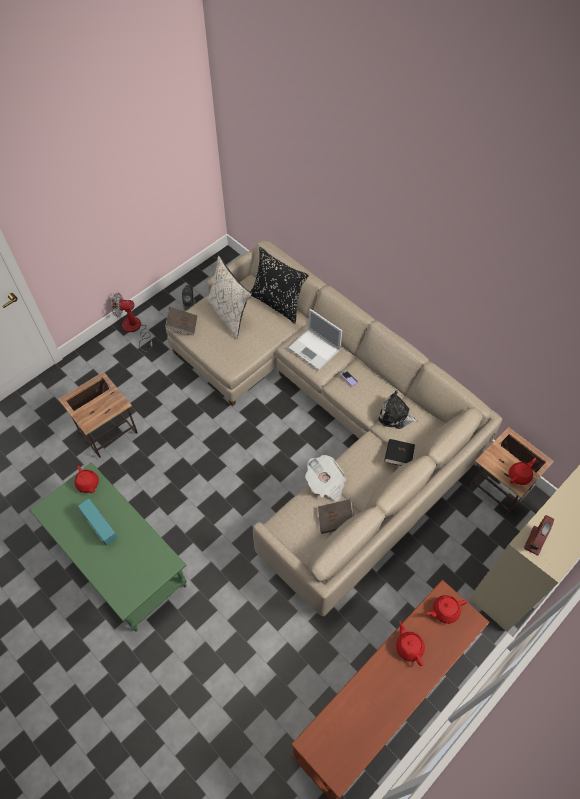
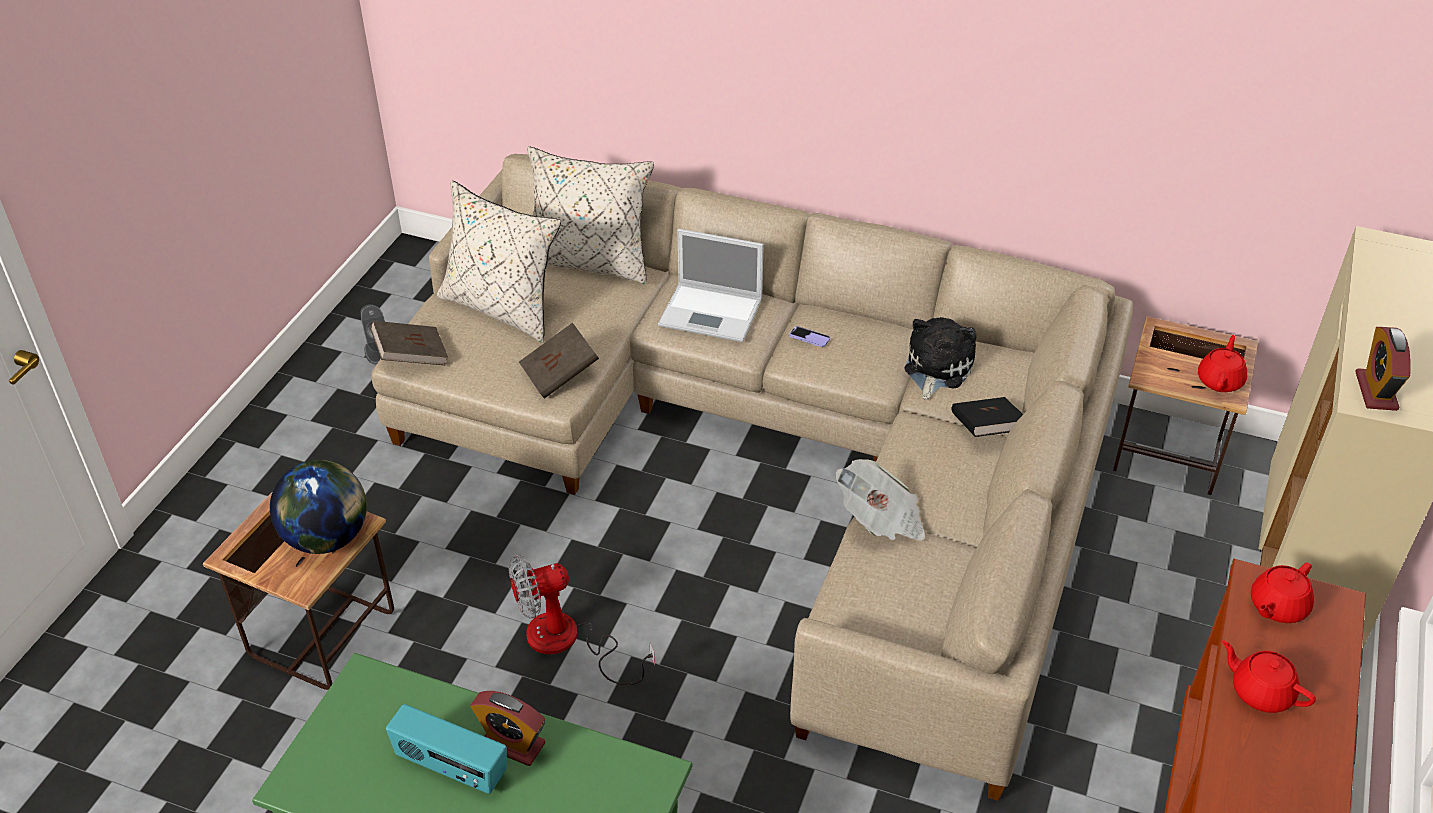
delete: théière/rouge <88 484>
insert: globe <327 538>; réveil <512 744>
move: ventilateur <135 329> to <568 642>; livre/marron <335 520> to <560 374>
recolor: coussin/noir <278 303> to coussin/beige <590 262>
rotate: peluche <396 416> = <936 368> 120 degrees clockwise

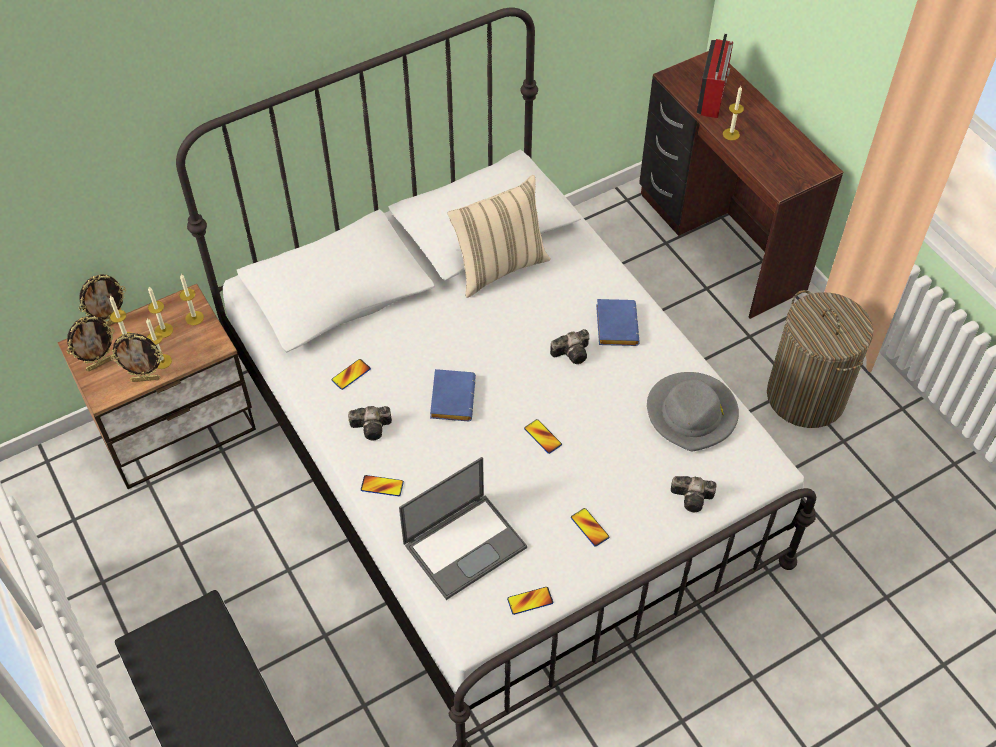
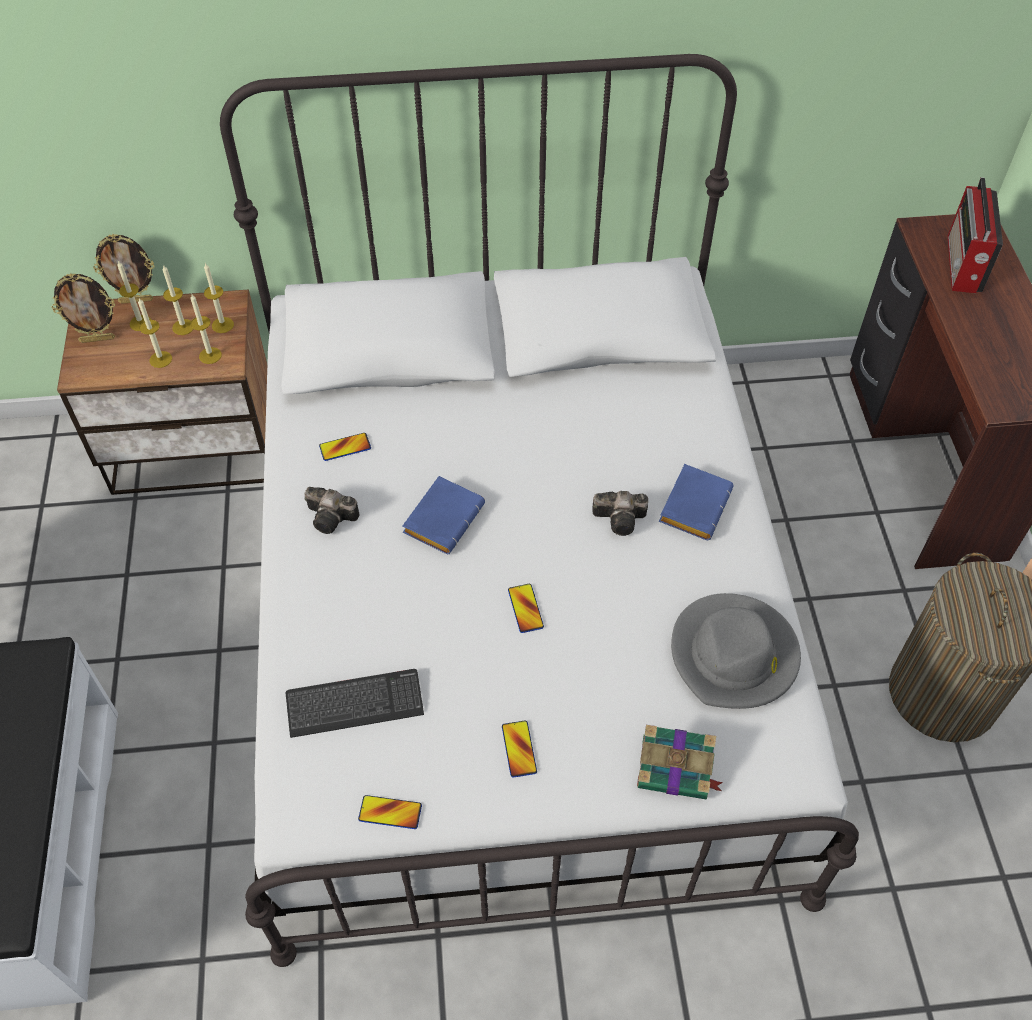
delete: cadre photo <146 379>; téléphone <382 486>; coussin/beige <499 266>
move: bougie <731 134> to <210 355>
replace: ordinateur portable <465 544> to clavier <355 704>; appareil photo <694 498> to livre <676 768>
rotate: radio <712 95> = <963 265> 150 degrees clockwise

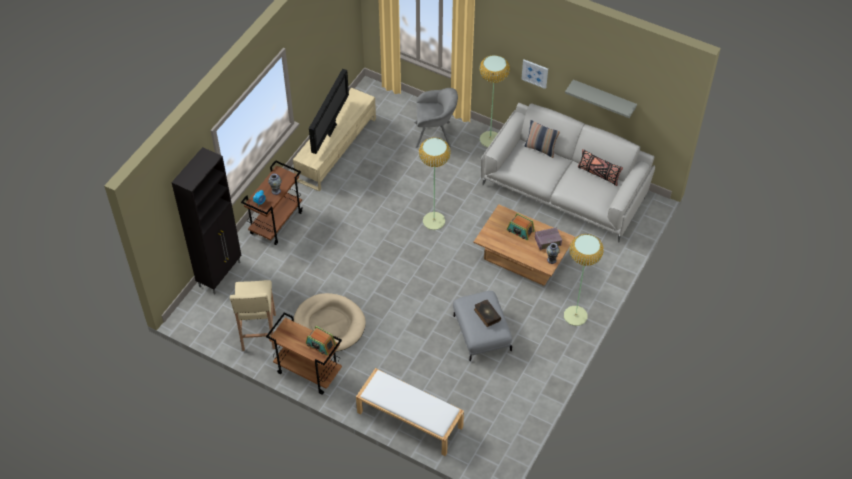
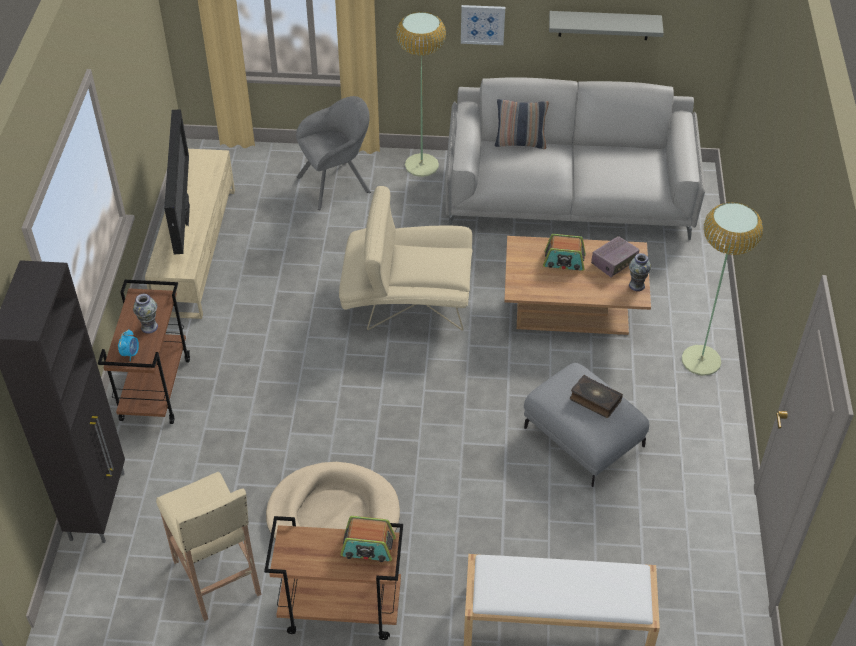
delete: coussin/noir <598 174>
replace: lampadaire <434 221> to fauteuil/beige <407 301>

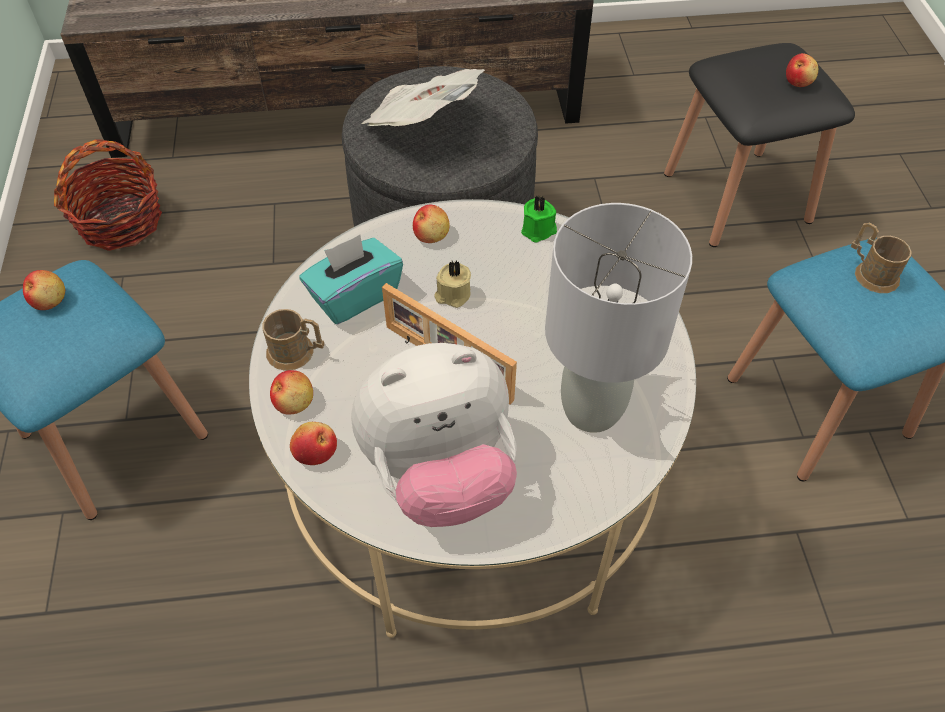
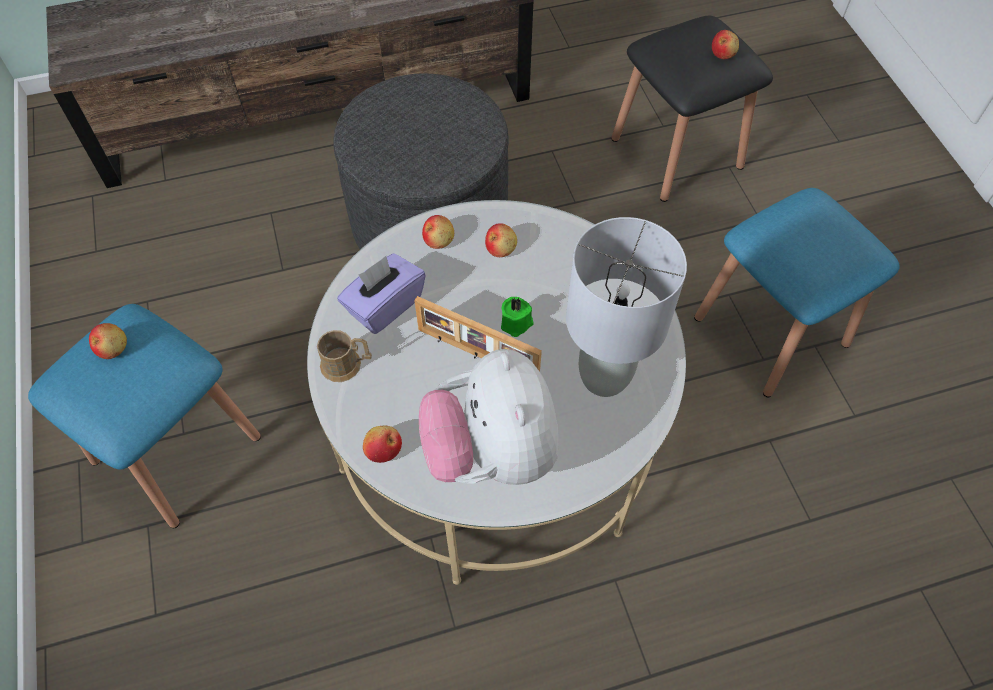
delete: panier <120 222>; journal <422 123>; bougie/beige <452 294>; mug/marron <871 273>
move: pomme <294 402> to <501 248>; bougie/vert <539 230> to <517 324>
recolor: boîte à mouchoirs/turquoise <354 296> to boîte à mouchoirs/violet <384 305>
rotate: peluche <440 473> = <491 451> 105 degrees clockwise

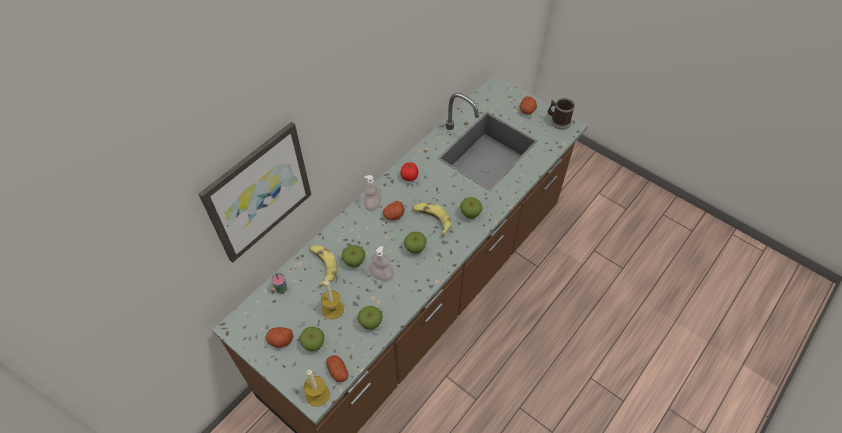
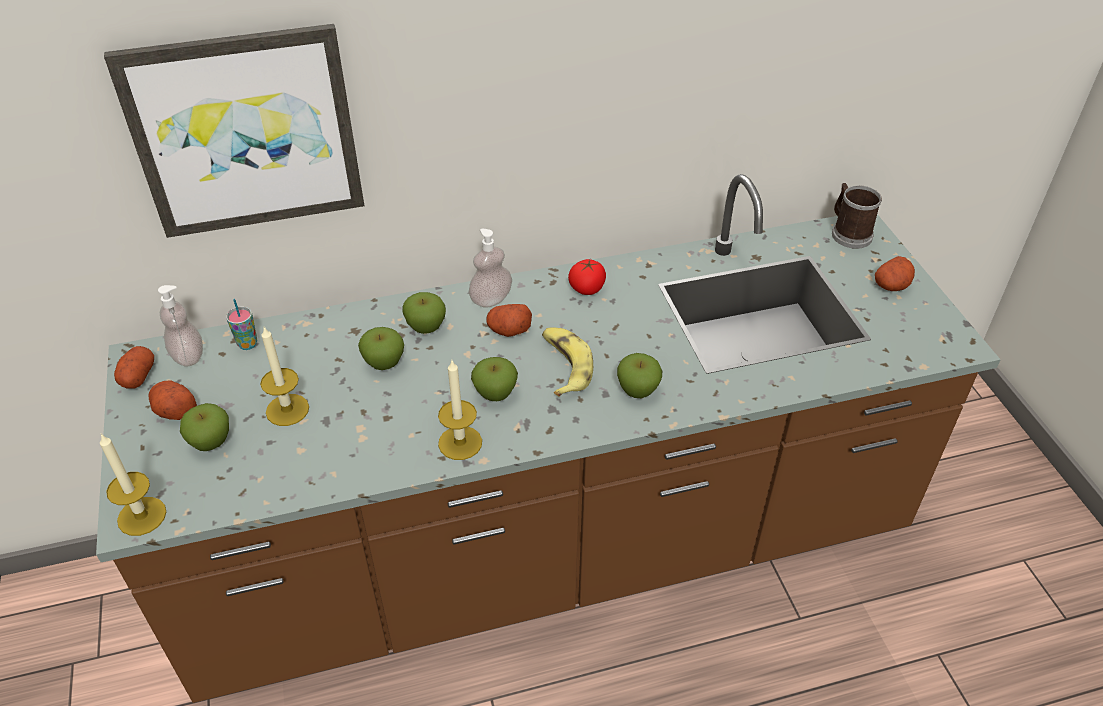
delete: banane <322 266>
insert: bougie <460 443>
move: pomme de terre <337 371> to <138 376>; pomme <371 323> to <426 327>; distributeur de savon <381 275> to <188 356>; mug <558 121> to <848 233>

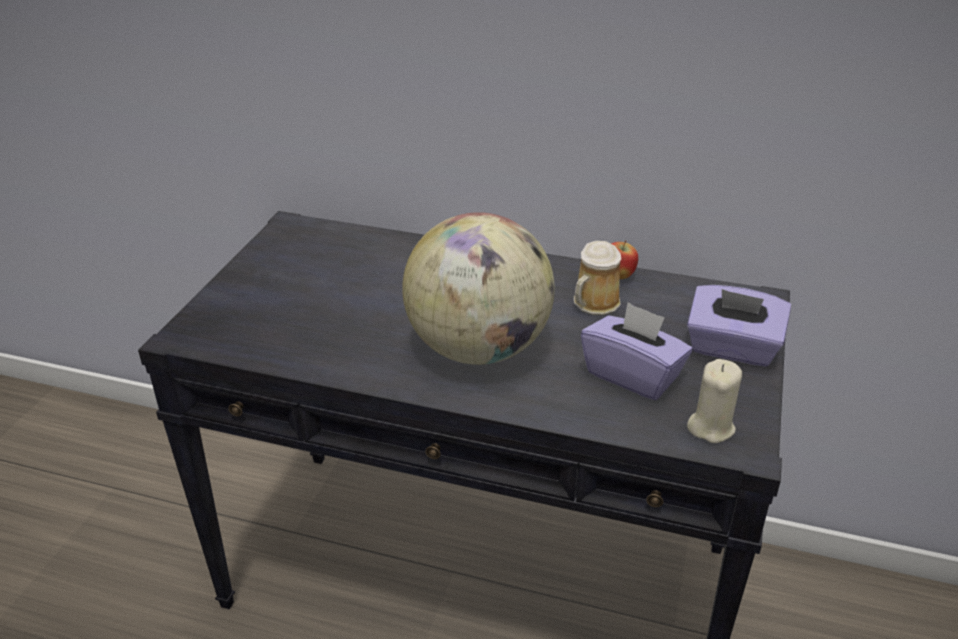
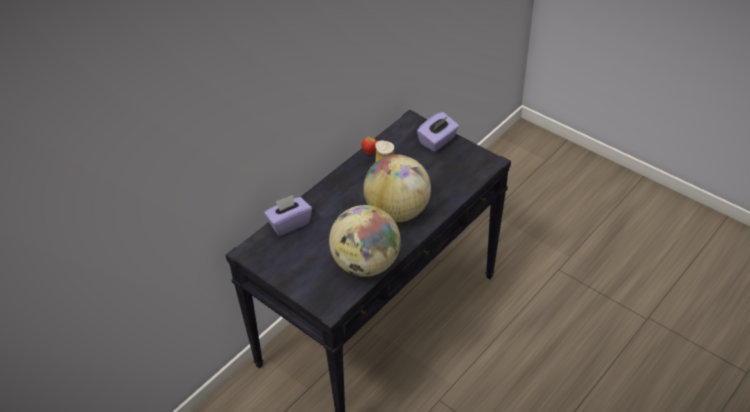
delete: bougie/beige <710 427>
insert: globe <365 264>
move: boîte à mouchoirs/violet <633 375> to <289 223>

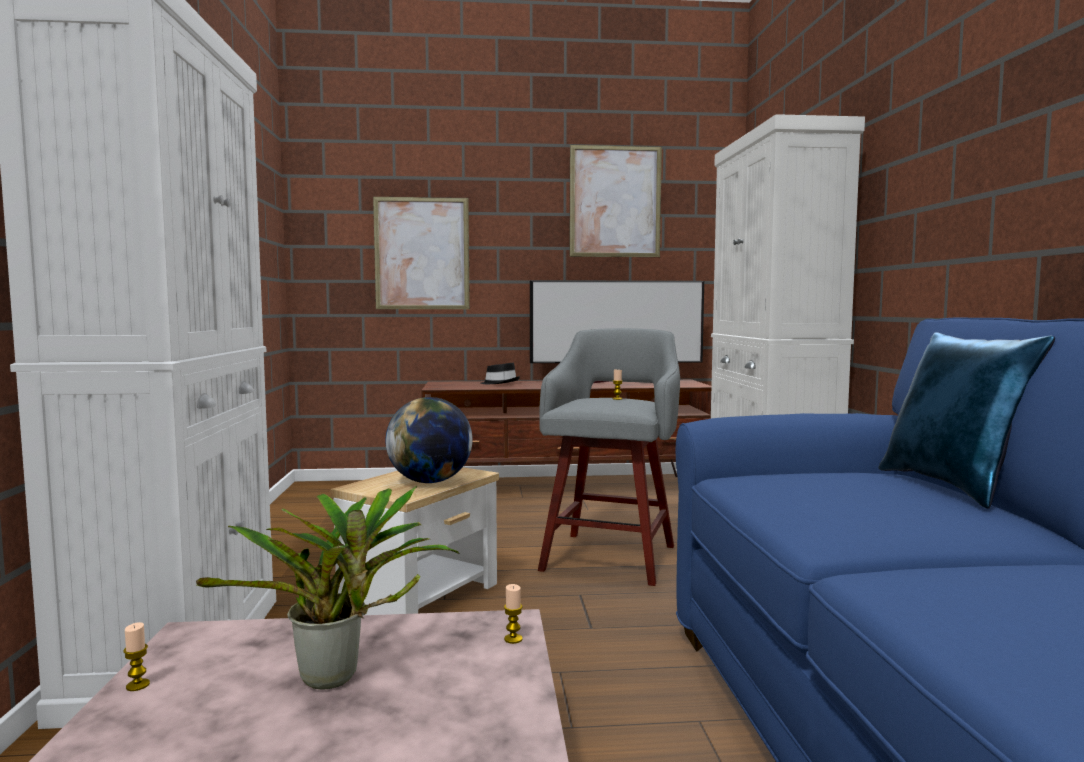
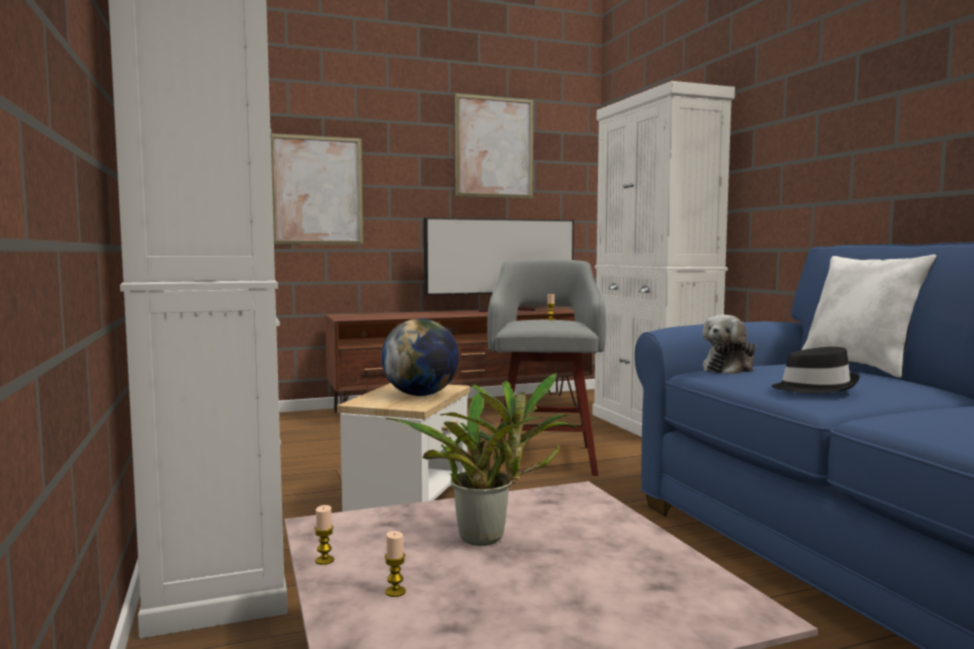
insert: peluche <730 369>
move: chapeau/noir <500 383> to <814 387>; bougie <513 639> to <395 592>
recolor: coussin/bleu <954 487> to coussin/blanc <860 368>

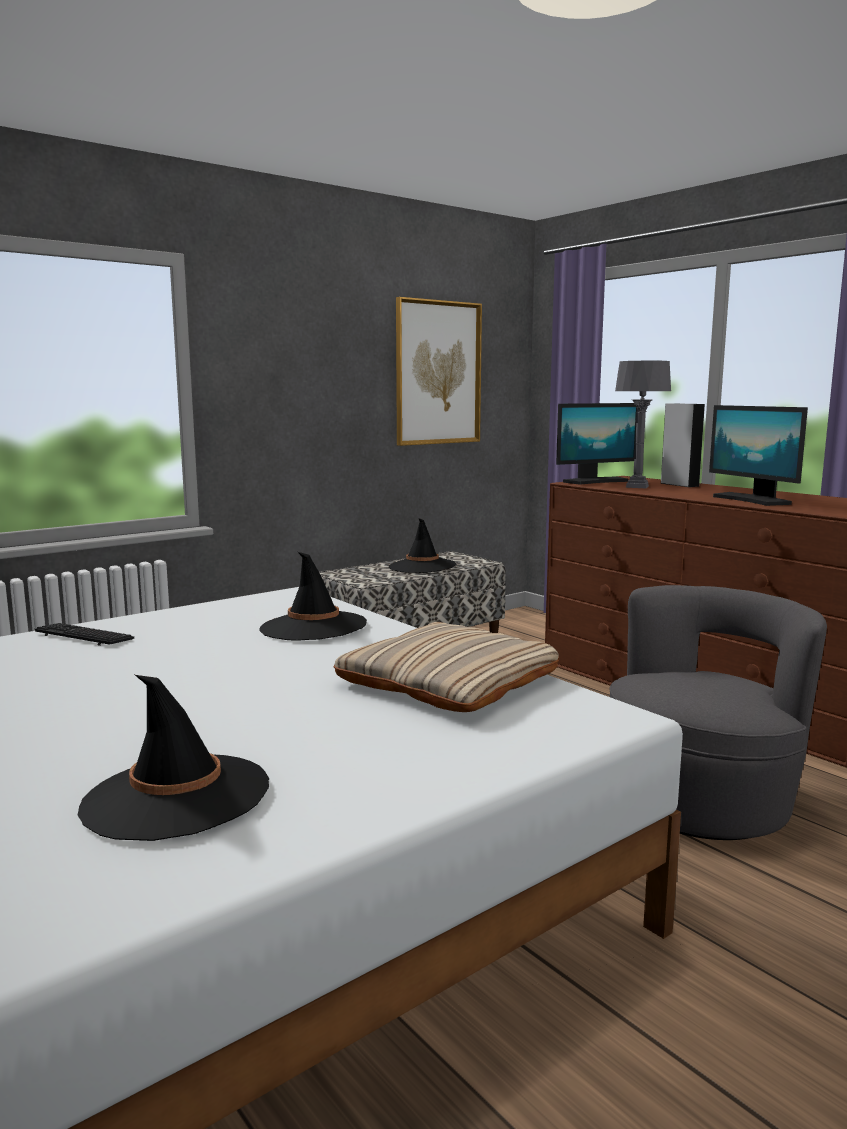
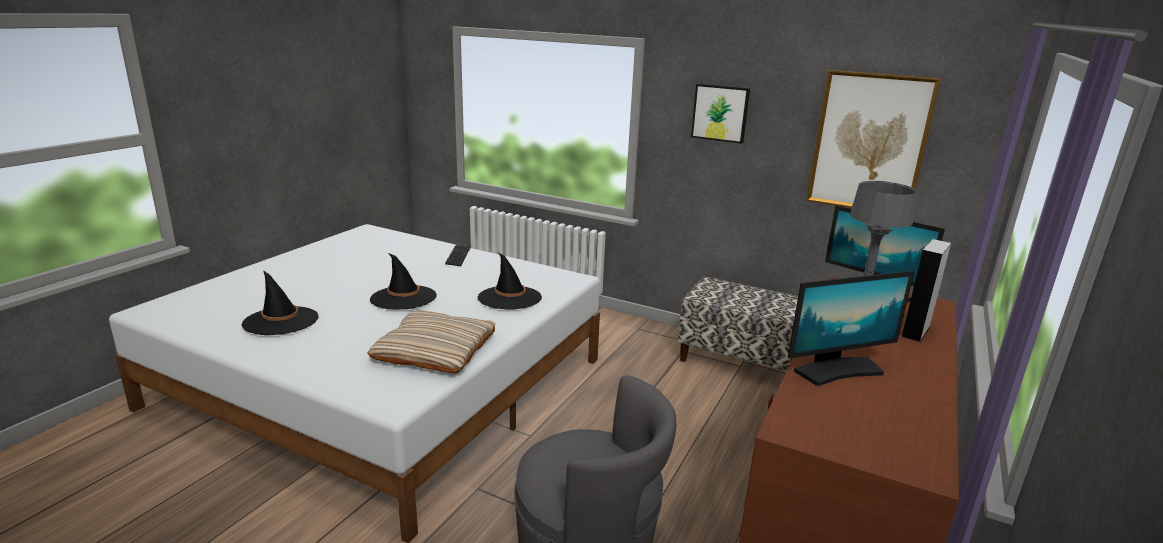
insert: tableau <720 113>
move: chapeau/noir <422 566> to <403 298>
rotate: écran d'ordinateur <752 500> = <837 370> 150 degrees counterclockwise

